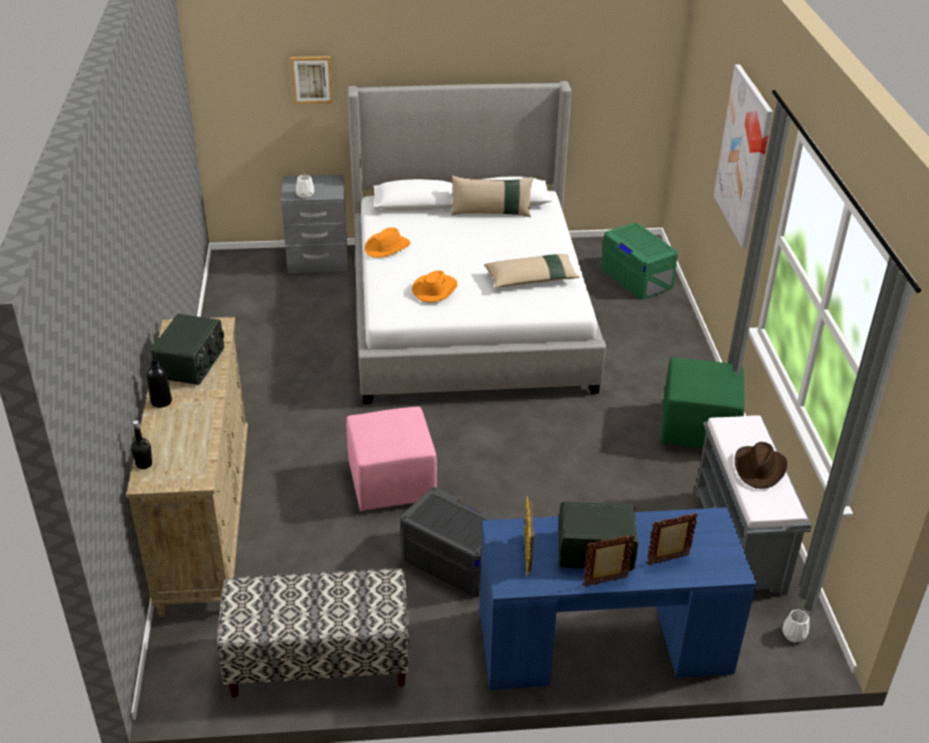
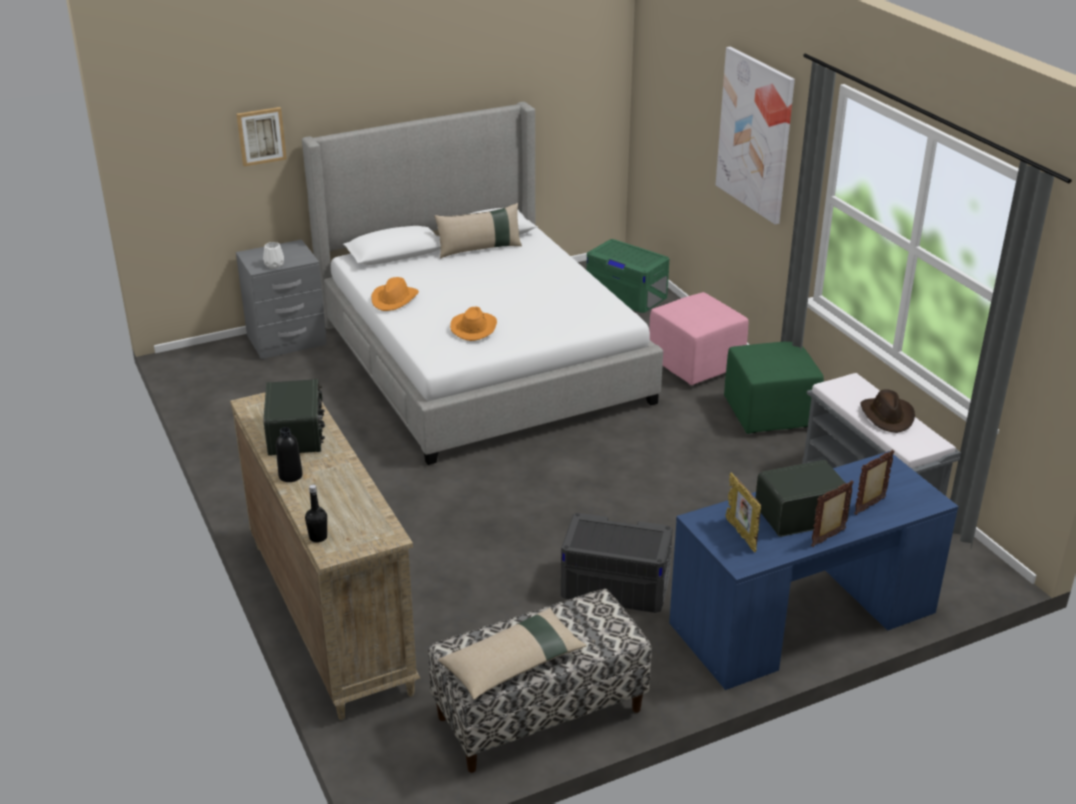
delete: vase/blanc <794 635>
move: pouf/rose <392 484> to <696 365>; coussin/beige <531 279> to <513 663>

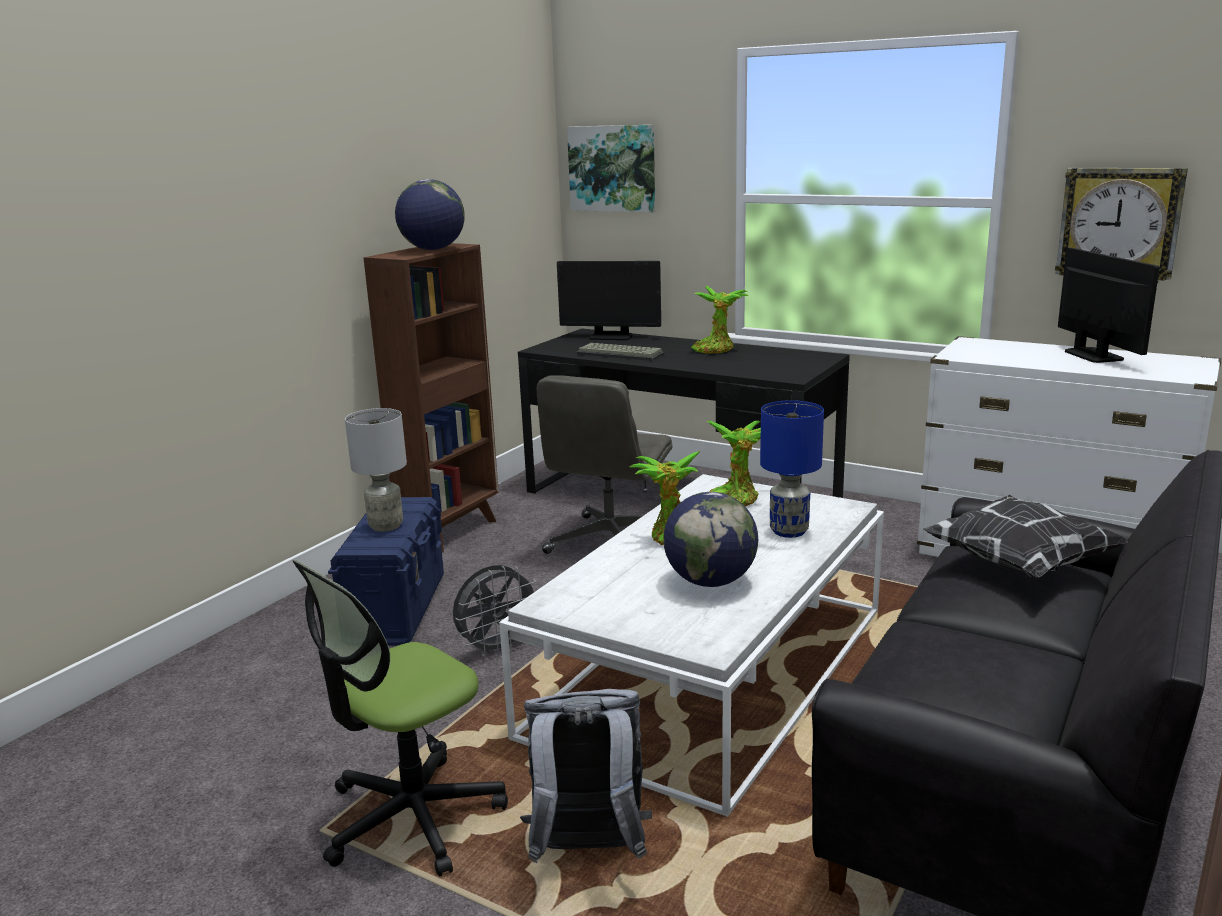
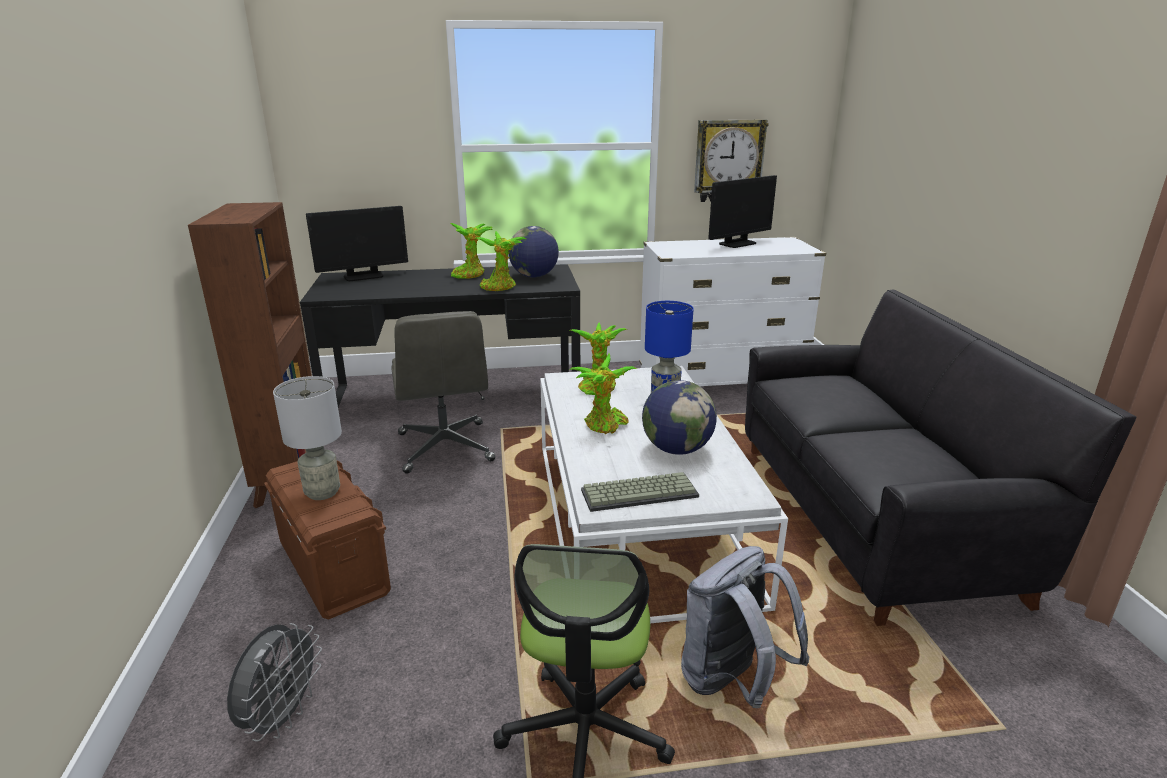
delete: tableau <613 168>; coussin <1018 564>
insert: plante en pot <500 287>
move: globe <433 249> to <534 276>; ventilateur/gris <498 648> to <282 717>; clavier <621 353> to <640 492>
recolor: boîte de rangement/bleu <397 609> to boîte de rangement/marron <333 567>
rotate: écran d'ordinateur <1093 355> = <737 243> 105 degrees clockwise

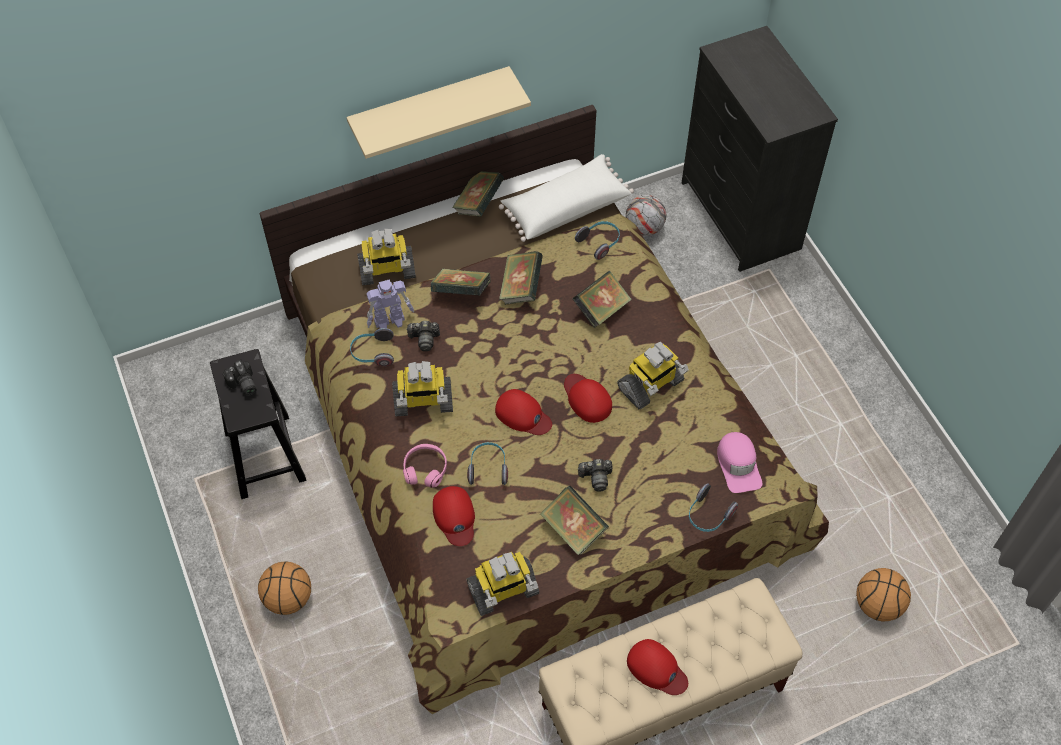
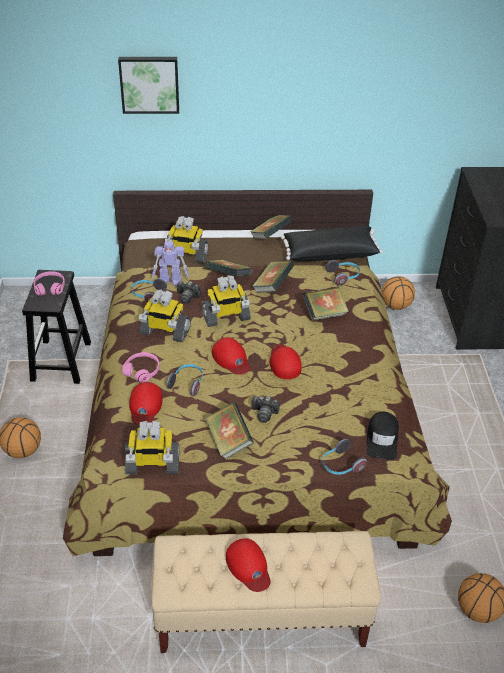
delete: étagère/beige <430 109>
insert: tableau <149 84>
move: robot jouet <651 386> to <226 317>
replace: appareil photo <242 385> to casque audio/rose <50 287>; ballon de foot <644 227> to ballon de basket <396 305>
recolor: coussin/blanc <565 207> to coussin/noir <330 253>; casquette/rose <738 465> to casquette/noir <382 439>

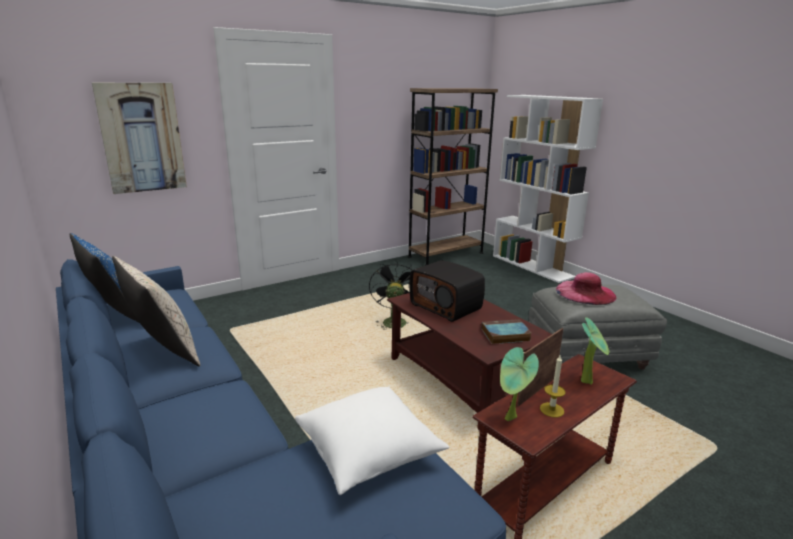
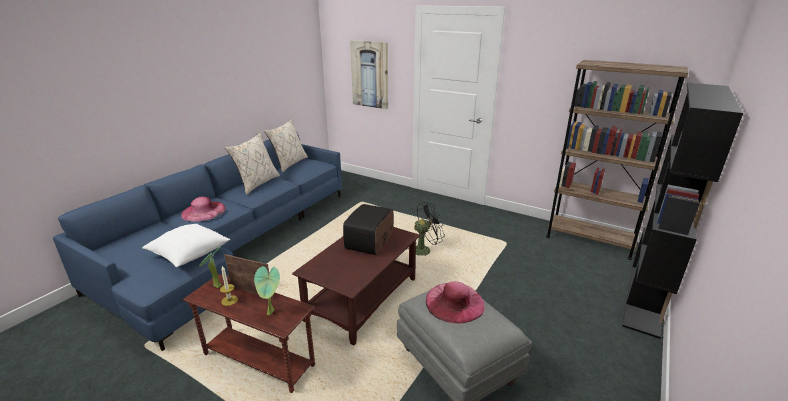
delete: livre <504 335>
insert: chapeau/rose <203 211>
recolor: coussin/bleu <115 316> to coussin/beige <289 164>; bibliothèque/blanc <532 266> to bibliothèque/noir <645 299>

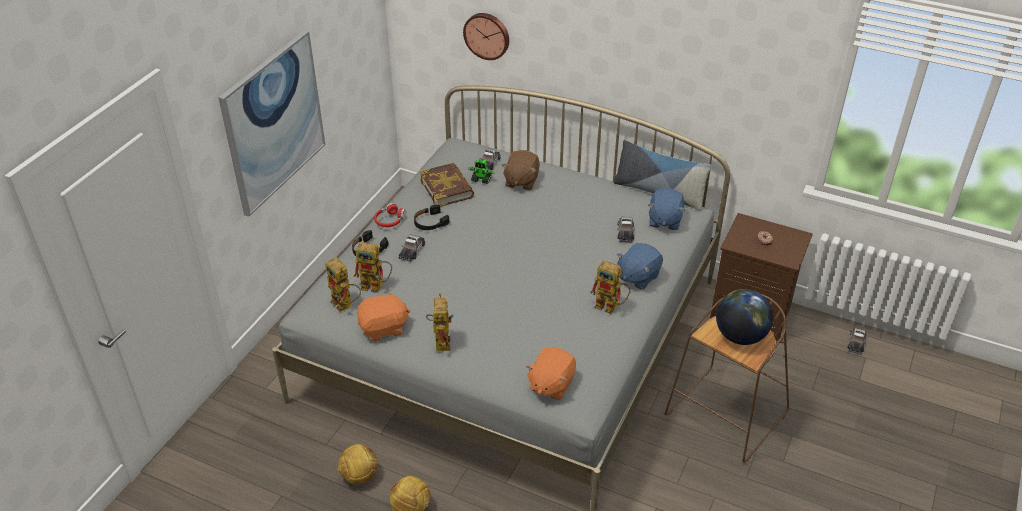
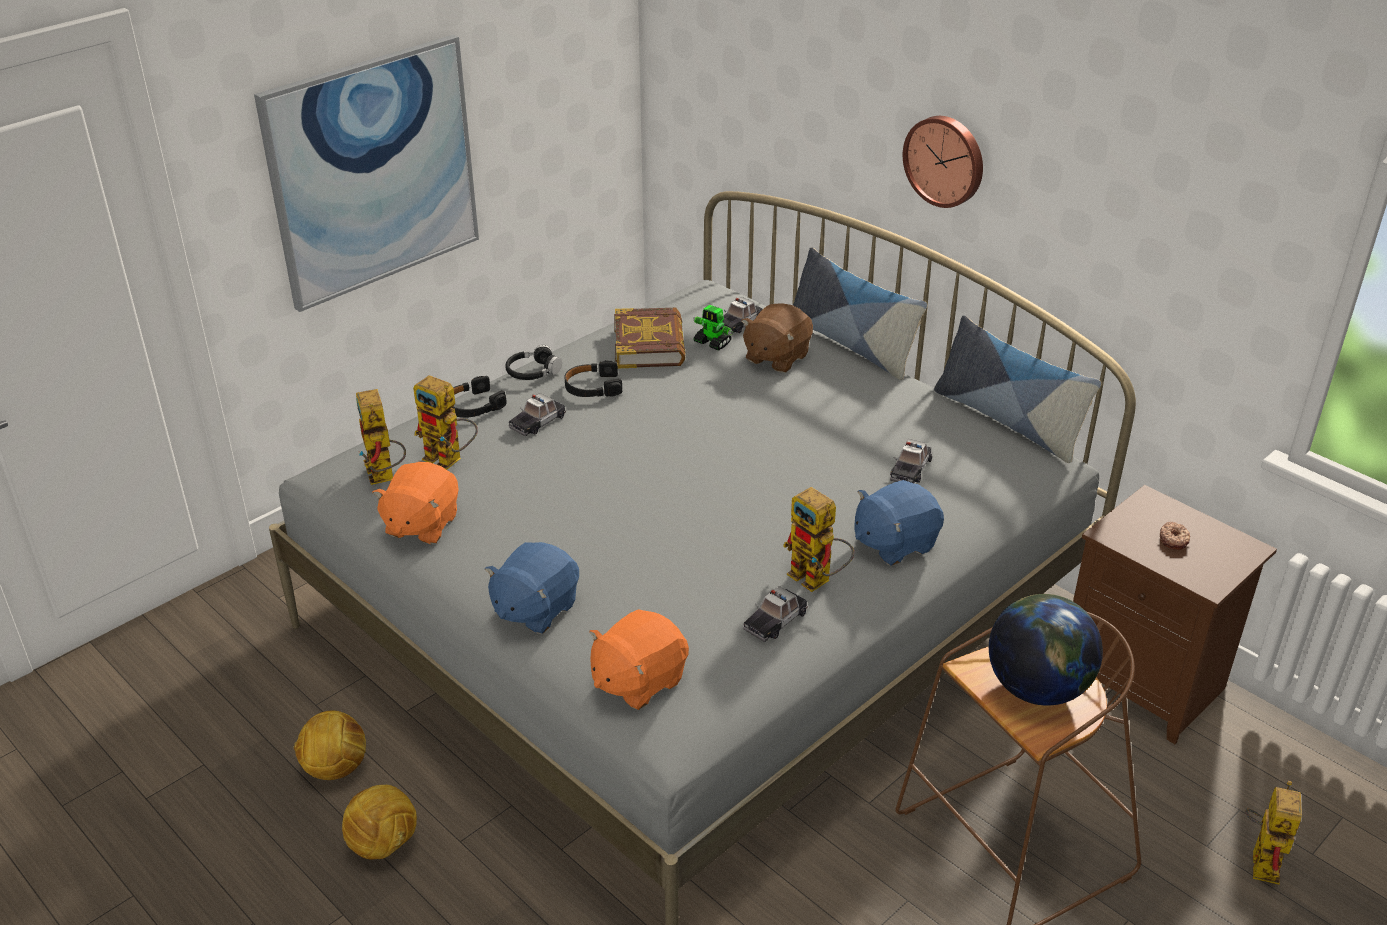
insert: coussin <851 344>
move: robot jouet <440 340> to <1260 859>; horloge murale <487 35> to <945 160>; peluche/bleu <664 220> to <534 609>; petite voiture <856 343> to <775 620>
recolor: casque audio/rouge <390 220> to casque audio/noir <532 372>
rotate: peluche/orange <384 328> = <421 525> 105 degrees clockwise

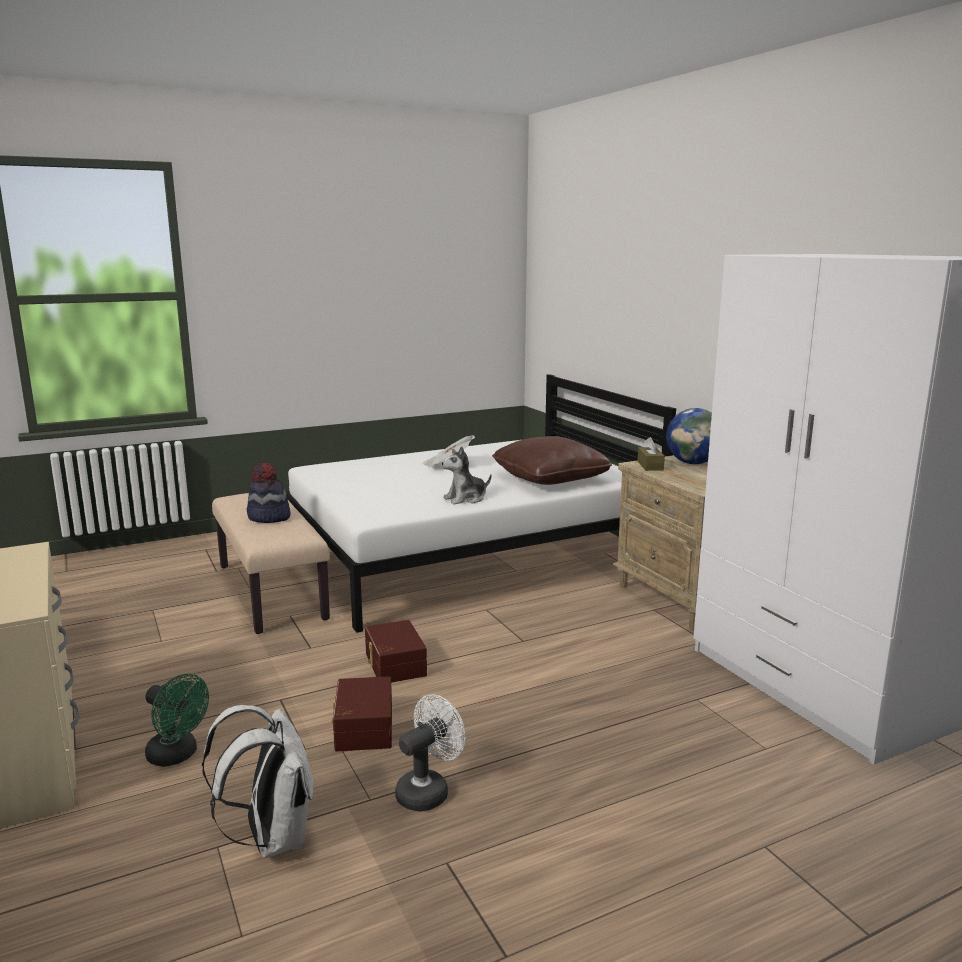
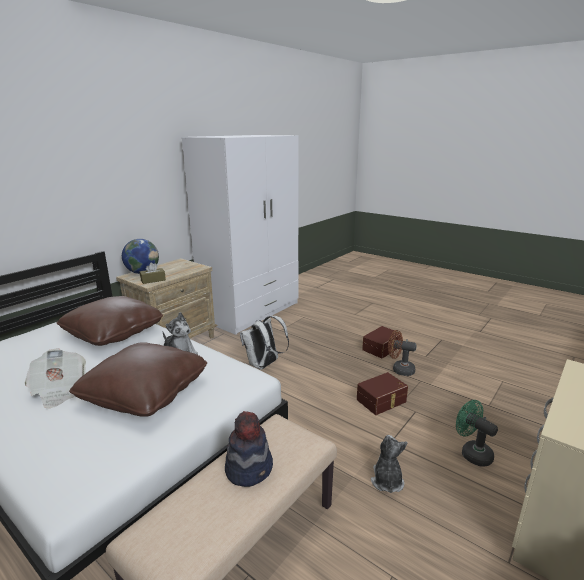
insert: coussin/marron <145 393>; peluche <387 481>
move: sac à dos/blanc <272 837> to <264 365>; boîte de rangement/marron <394 664> to <382 348>
recolor: ventilateur/blanc <428 790> to ventilateur/marron <399 369>
rotate: ventilateur/vert <178 755> = <472 453> 45 degrees counterclockwise

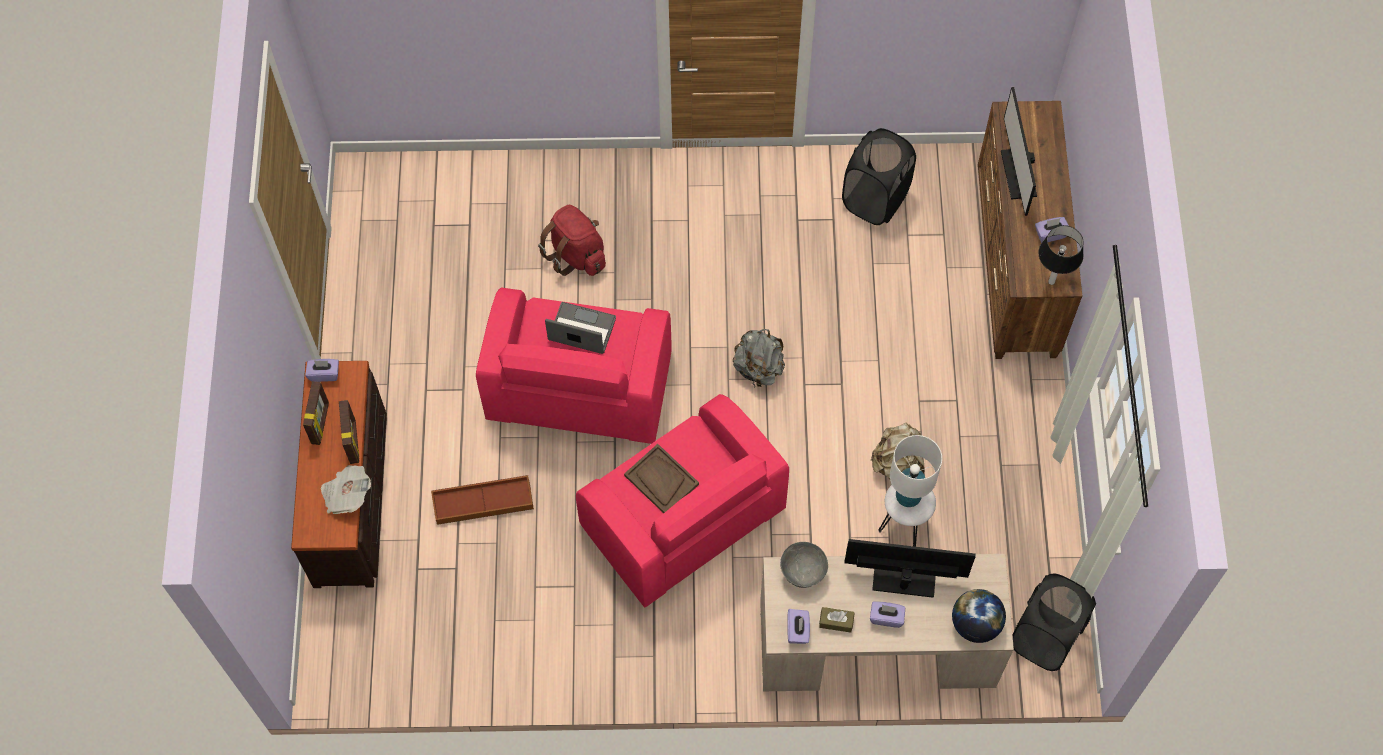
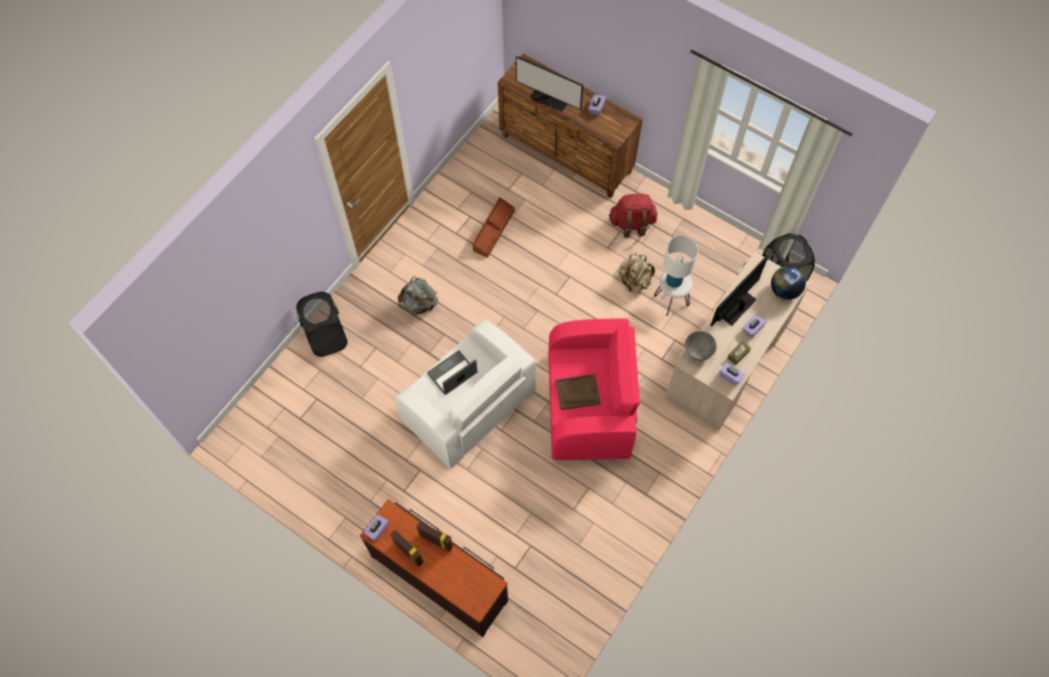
delete: journal <347 495>; lampe de table <1052 281>
move: boîte de rangement/marron <483 503> to <493 230>; sac à dos/rouge <576 254> to <632 223>; sac à dos/gris <759 368> to <419 304>; panier à linge/noir <875 199> to <327 337>
recolor: fauteuil/rose <578 387> to fauteuil/blanc <468 407>

